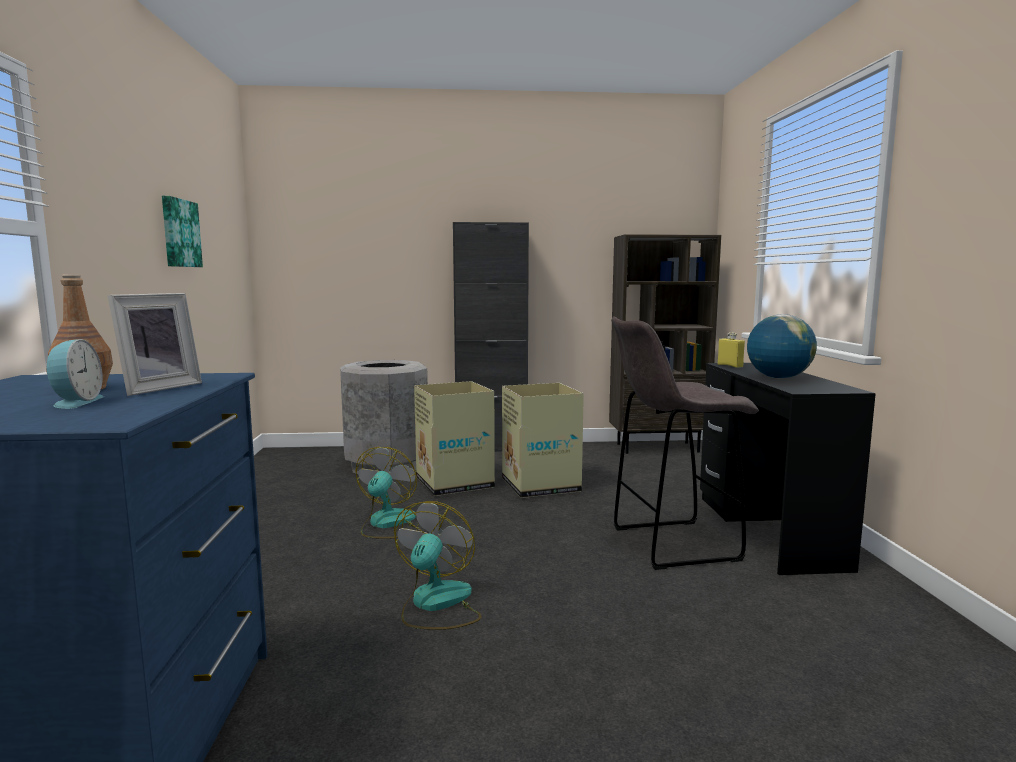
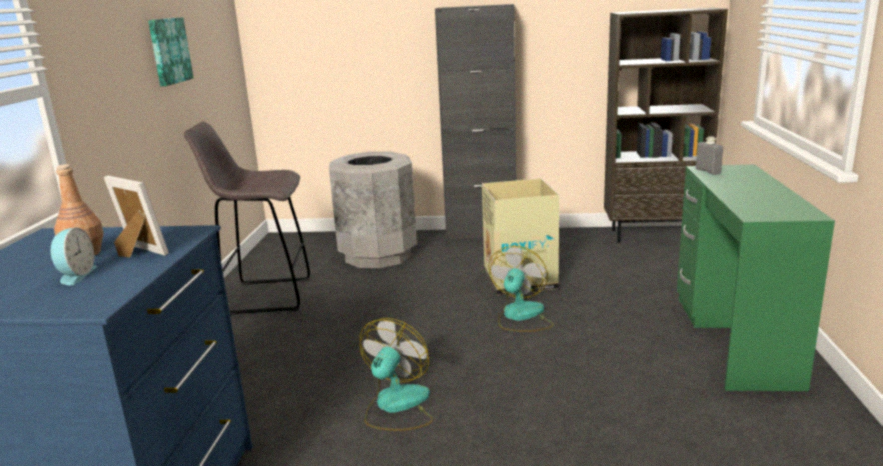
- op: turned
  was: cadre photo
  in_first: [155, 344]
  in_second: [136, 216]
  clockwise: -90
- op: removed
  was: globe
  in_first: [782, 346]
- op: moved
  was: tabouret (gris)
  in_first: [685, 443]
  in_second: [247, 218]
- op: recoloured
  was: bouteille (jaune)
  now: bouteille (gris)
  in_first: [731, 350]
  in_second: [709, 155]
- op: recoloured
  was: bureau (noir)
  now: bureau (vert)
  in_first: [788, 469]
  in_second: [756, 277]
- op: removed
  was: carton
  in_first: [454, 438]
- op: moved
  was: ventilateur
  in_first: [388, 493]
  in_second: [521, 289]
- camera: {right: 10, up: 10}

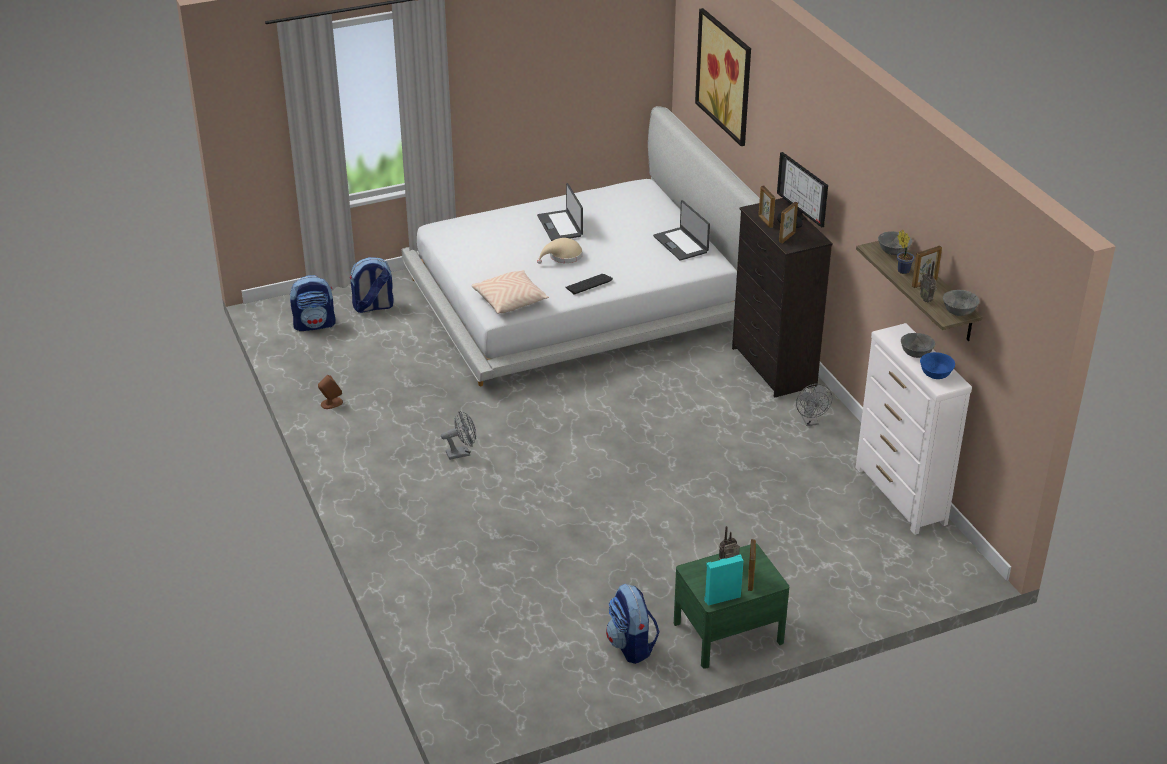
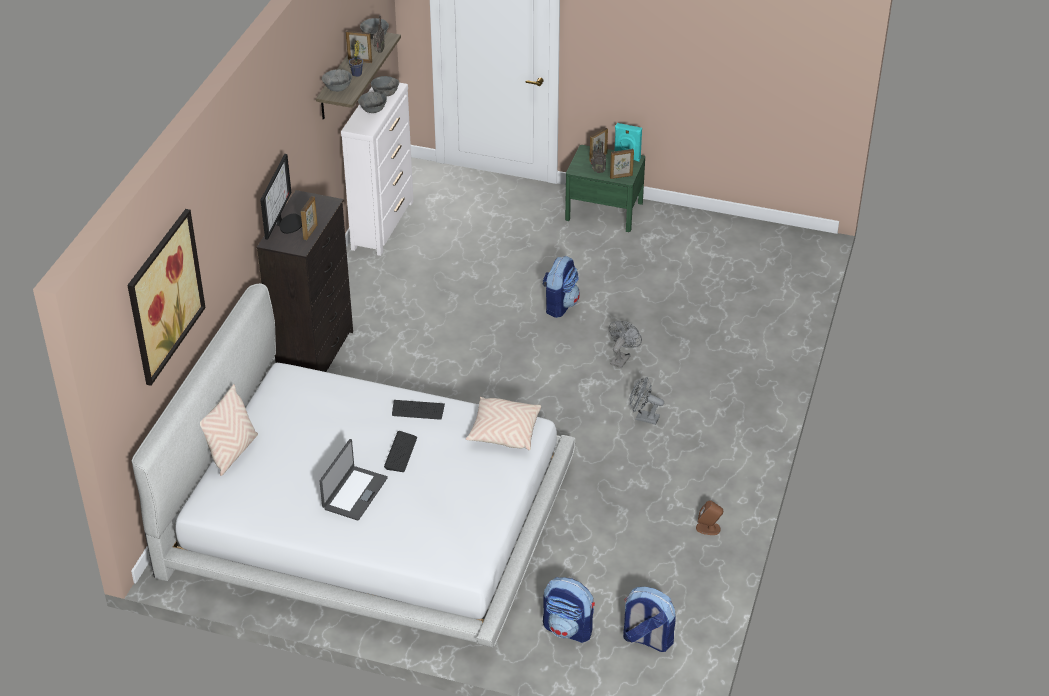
- op: removed
  was: ordinateur portable
  in_first: [681, 230]
- op: moved
  was: cadre photo
  in_first: [788, 222]
  in_second: [622, 164]
- op: replaced
  was: chapeau (beige)
  now: clavier
  in_first: [560, 251]
  in_second: [400, 451]
- op: recoloured
  was: bol (bleu)
  now: bol (gris)
  in_first: [937, 365]
  in_second: [385, 86]
- op: moved
  was: ventilateur (gris)
  in_first: [814, 405]
  in_second: [625, 344]
- op: moved
  was: sac à dos
  in_first: [632, 623]
  in_second: [561, 287]
- op: added
  now: coussin (beige)
  in_second: [229, 430]
- camera: {right: -140, up: 5}

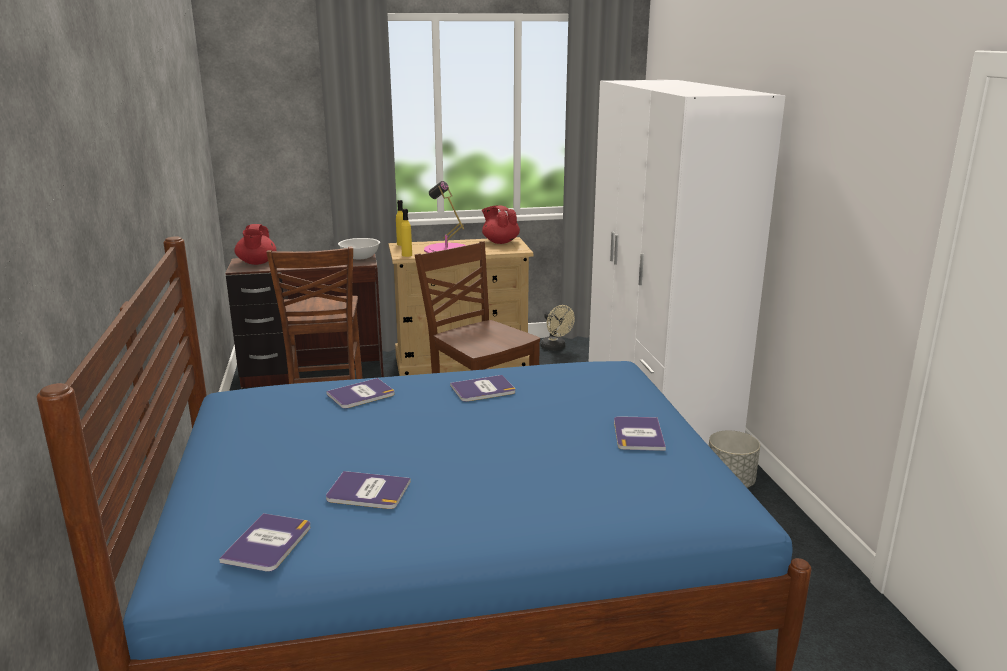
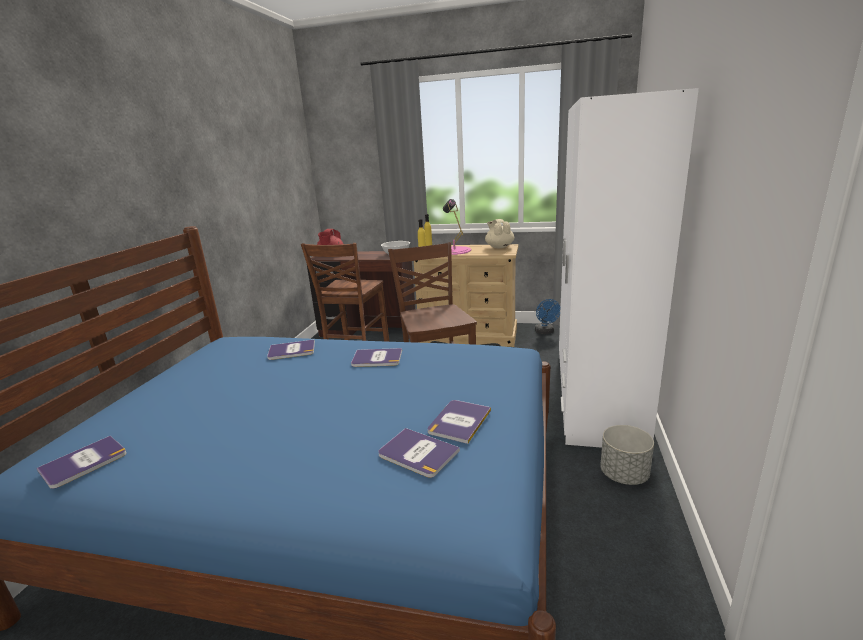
- op: recoloured
  was: théière (rouge)
  now: théière (beige)
  in_first: [501, 225]
  in_second: [499, 233]
- op: recoloured
  was: ventilateur (beige)
  now: ventilateur (bleu)
  in_first: [558, 328]
  in_second: [547, 316]
- op: moved
  was: livre
  in_first: [368, 490]
  in_second: [419, 453]
- camera: {right: 25, up: 0}

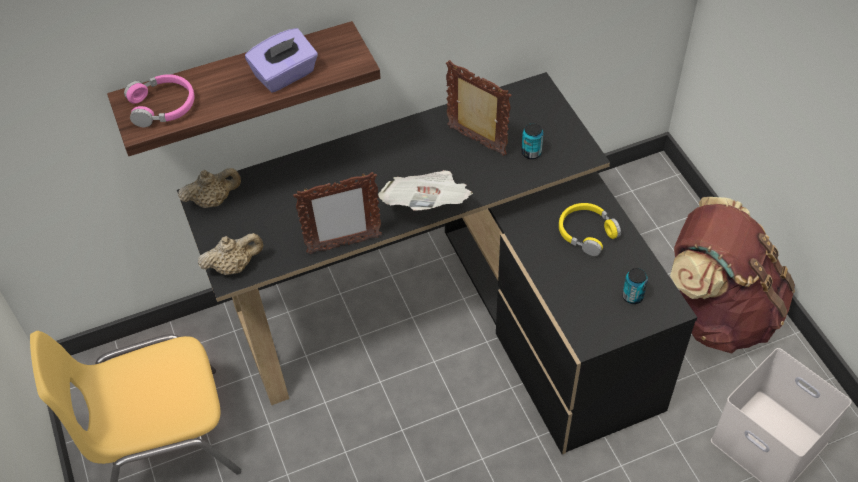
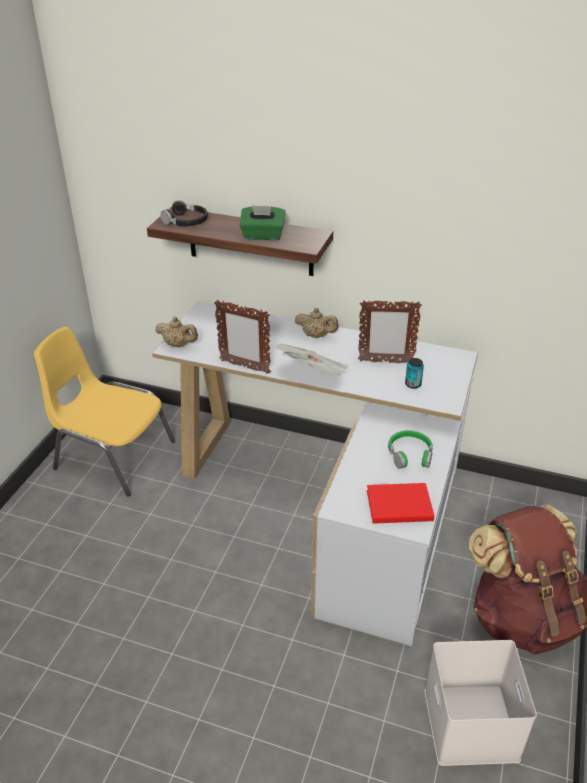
- op: recoloured
  was: boîte à mouchoirs (violet)
  now: boîte à mouchoirs (vert)
  in_first: [281, 60]
  in_second: [263, 222]
- op: turned
  was: cadre photo
  in_first: [479, 108]
  in_second: [390, 331]
  clockwise: 105
- op: recoloured
  was: bureau (noir)
  now: bureau (blanc)
  in_first: [437, 263]
  in_second: [315, 473]
- op: recoloured
  was: casque audio (rose)
  now: casque audio (noir)
  in_first: [159, 100]
  in_second: [184, 213]
- op: moved
  was: théière (beige)
  in_first: [209, 188]
  in_second: [317, 323]
- op: recoloured
  was: casque audio (jaune)
  now: casque audio (vert)
  in_first: [590, 229]
  in_second: [410, 450]
- op: replaced
  was: boîte métallique
  now: livre (rouge)
  in_first: [635, 286]
  in_second: [401, 503]
- camera: {right: 40, up: -15}

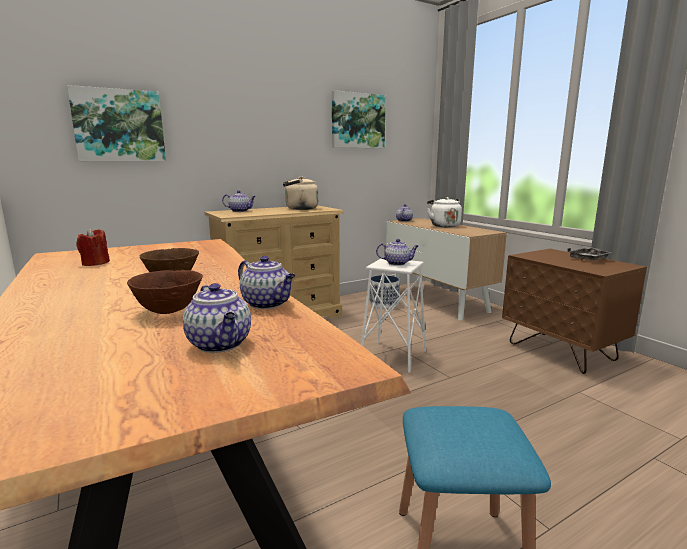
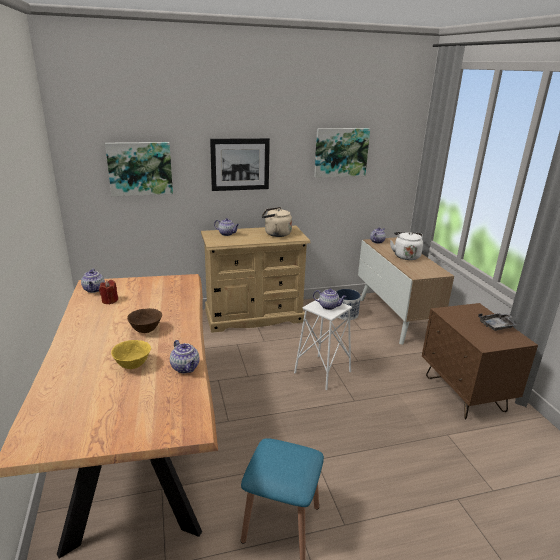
- op: recoloured
  was: bol (marron)
  now: bol (jaune)
  in_first: [165, 292]
  in_second: [131, 354]
- op: moved
  was: théière
  in_first: [217, 318]
  in_second: [93, 281]
- op: added
  now: tableau
  in_second: [240, 164]
- camera: {right: 15, up: 10}

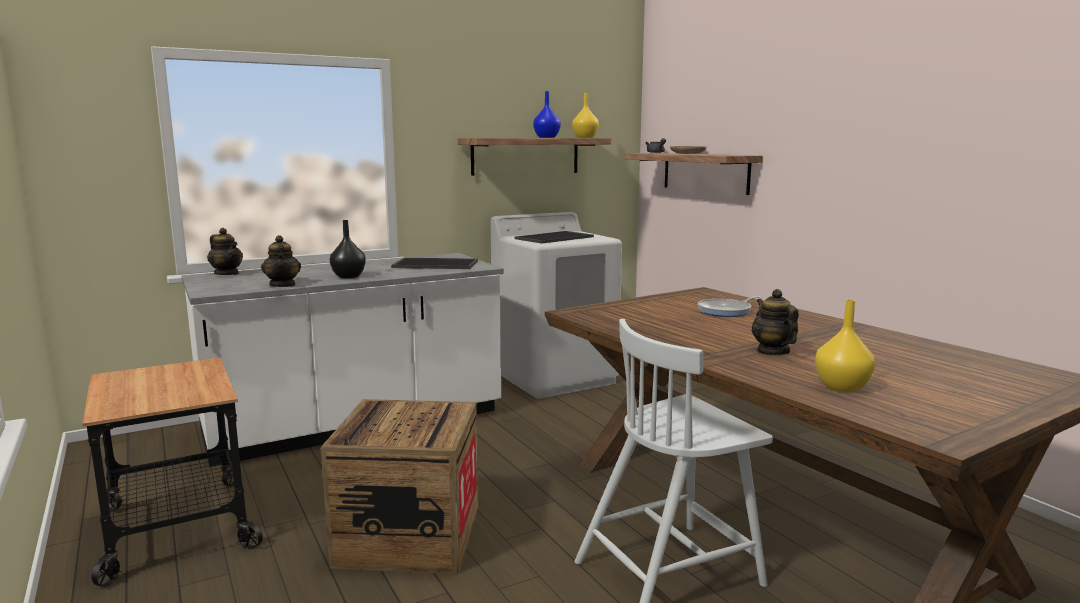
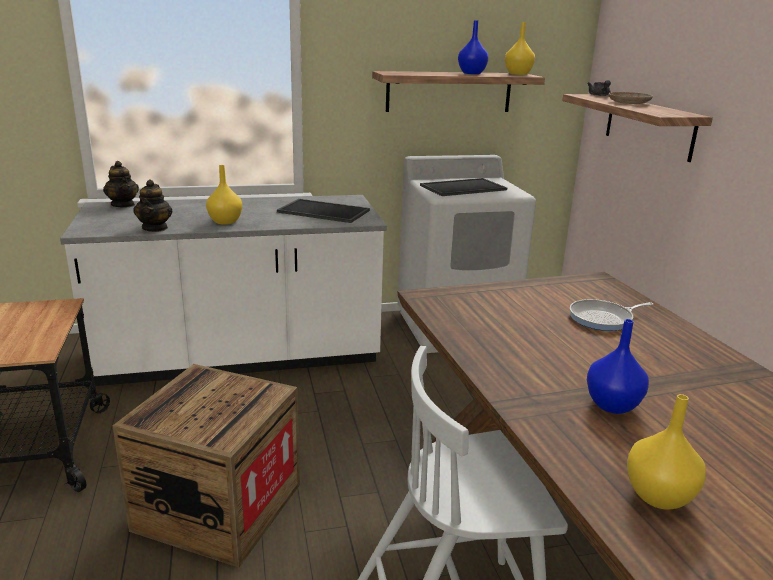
- op: recoloured
  was: vase (noir)
  now: vase (jaune)
  in_first: [348, 249]
  in_second: [224, 195]
- op: replaced
  was: théière
  now: vase (bleu)
  in_first: [775, 322]
  in_second: [618, 366]
- camera: {right: 15, up: 10}

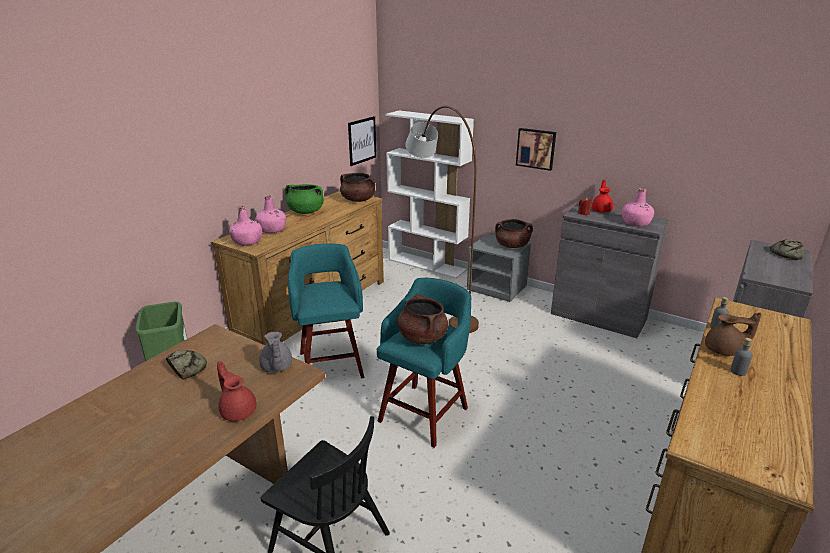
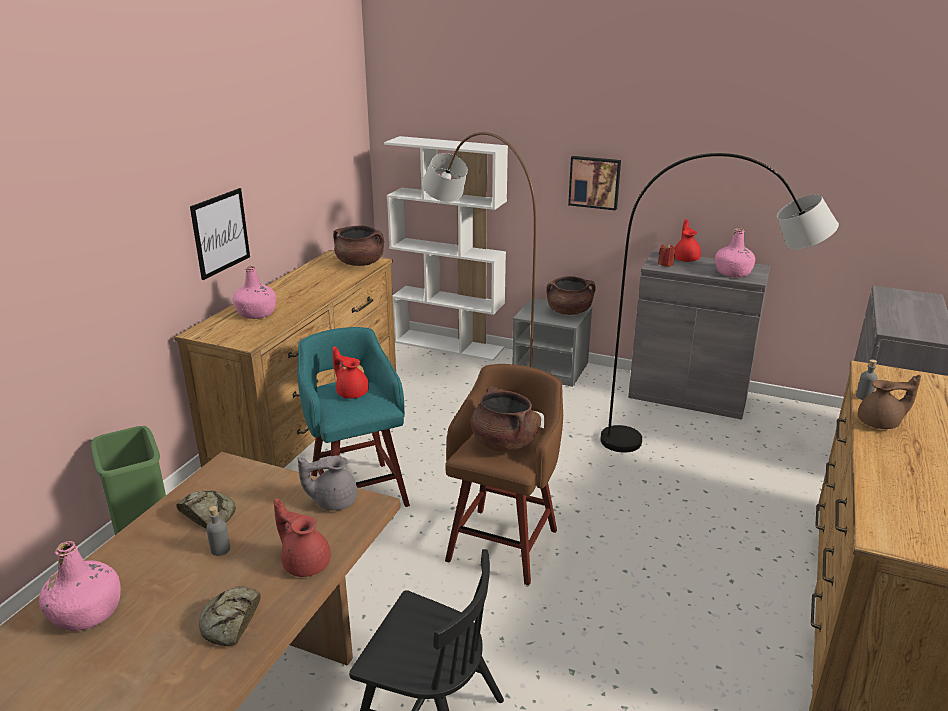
- op: moved
  was: tableau
  in_first: [362, 141]
  in_second: [220, 234]
- op: removed
  was: marmite (vert)
  in_first: [304, 199]
- op: moved
  was: bouteille (rose)
  in_first: [245, 225]
  in_second: [80, 586]
- op: moved
  was: pain
  in_first: [787, 249]
  in_second: [230, 616]
- op: recoloured
  was: tabouret (turquoise)
  now: tabouret (marron)
  in_first: [424, 363]
  in_second: [504, 475]
- op: turned
  was: théière (gris)
  in_first: [275, 352]
  in_second: [328, 482]
  clockwise: 105
- op: moved
  was: bouteille (gris)
  in_first: [741, 357]
  in_second: [218, 531]
- op: added
  now: lampadaire (gris)
  in_second: [719, 303]
- op: added
  now: théière (rouge)
  in_second: [350, 372]
- camera: {right: -10, up: 0}

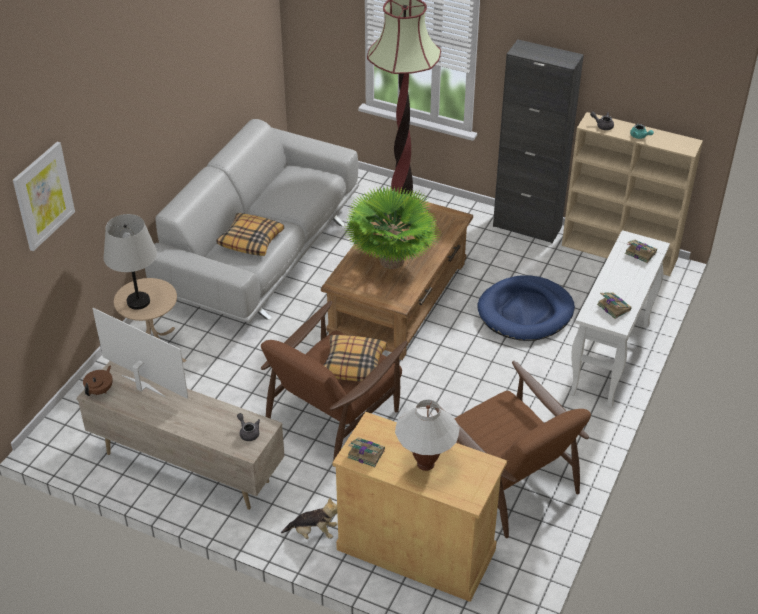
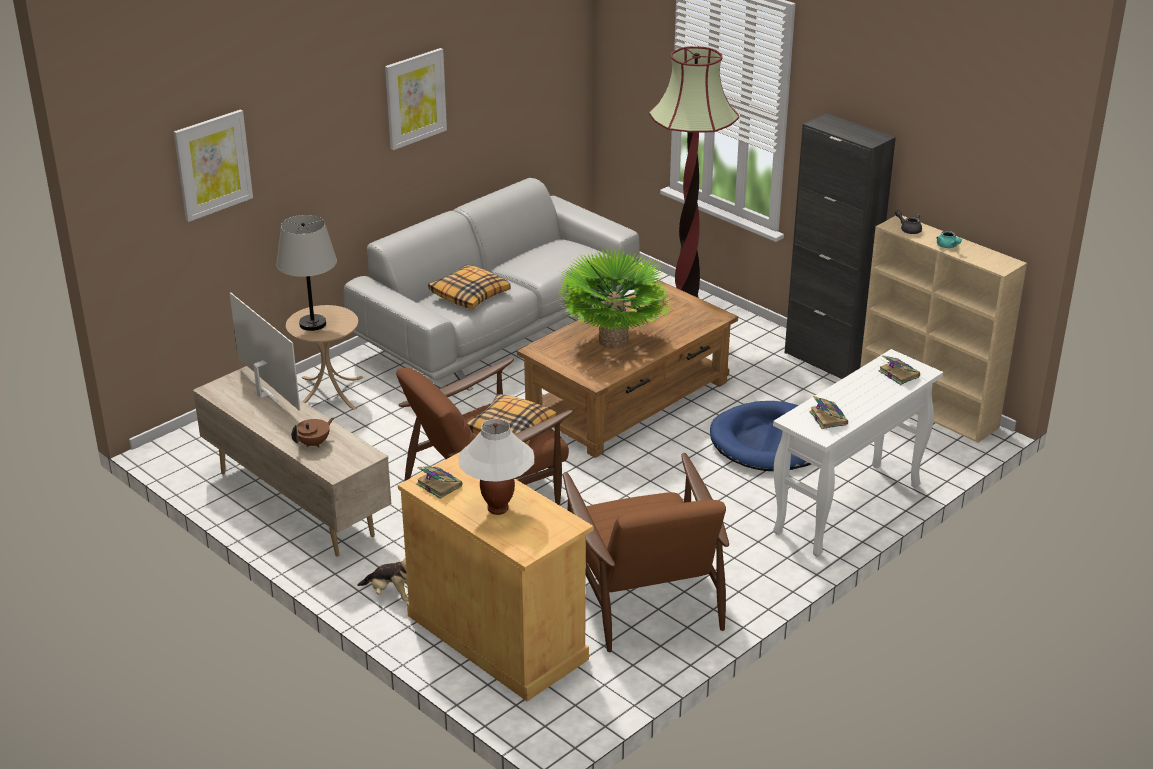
- op: moved
  was: théière (marron)
  in_first: [98, 380]
  in_second: [313, 432]
- op: removed
  was: théière (gris)
  in_first: [248, 427]
- op: added
  now: tableau
  in_second: [416, 99]
- camera: {right: 20, up: -10}

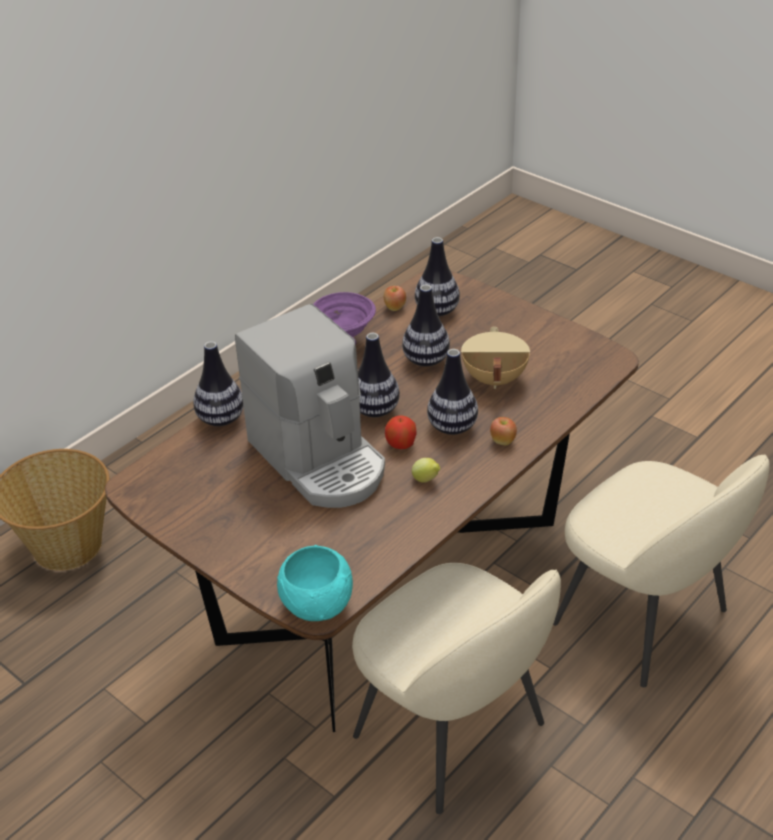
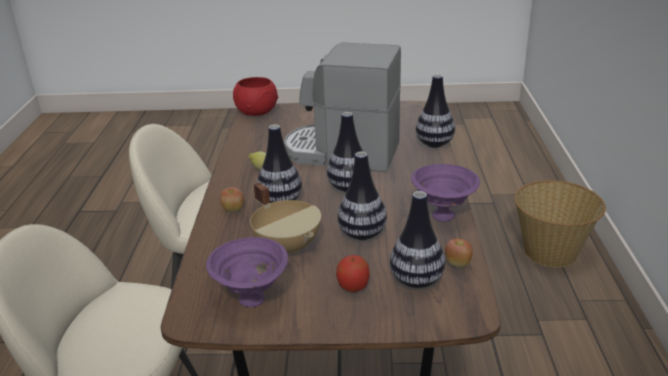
- op: moved
  was: pomme
  in_first: [401, 432]
  in_second: [353, 273]
- op: recoloured
  was: bol (turquoise)
  now: bol (rouge)
  in_first: [315, 583]
  in_second: [255, 96]
- op: added
  now: bol (violet)
  in_second: [247, 272]
- camera: {right: 140, up: -10}

